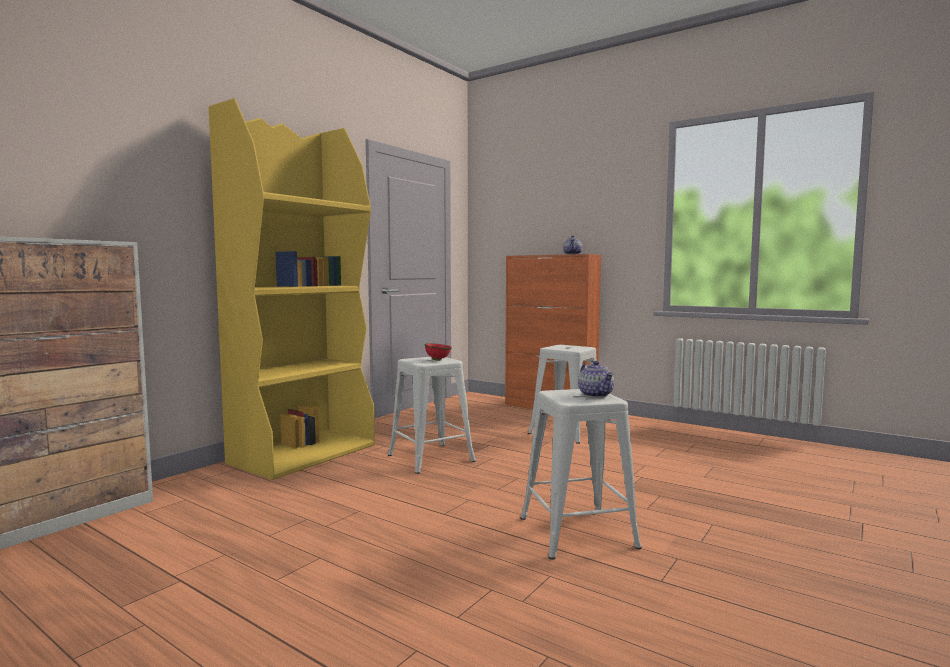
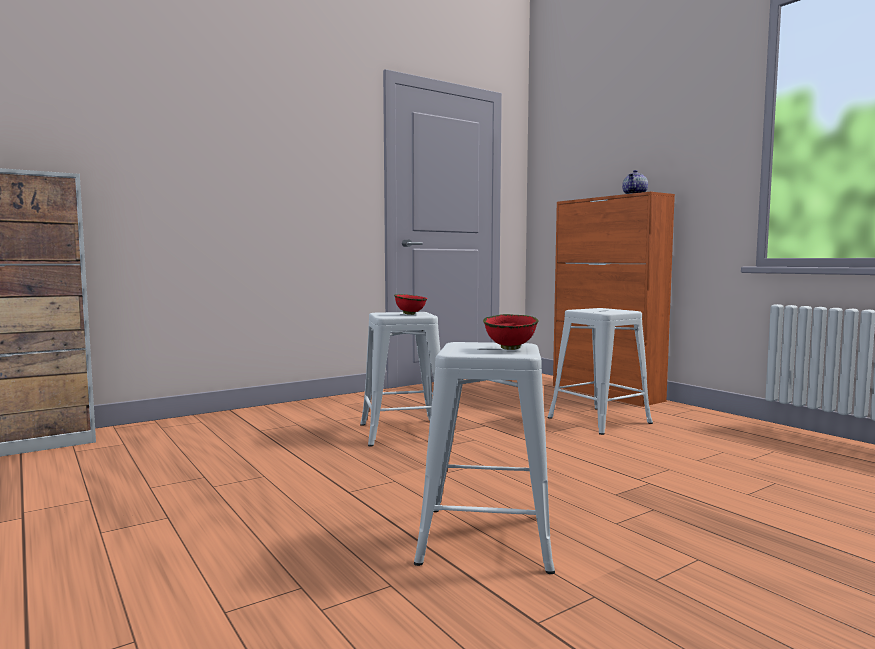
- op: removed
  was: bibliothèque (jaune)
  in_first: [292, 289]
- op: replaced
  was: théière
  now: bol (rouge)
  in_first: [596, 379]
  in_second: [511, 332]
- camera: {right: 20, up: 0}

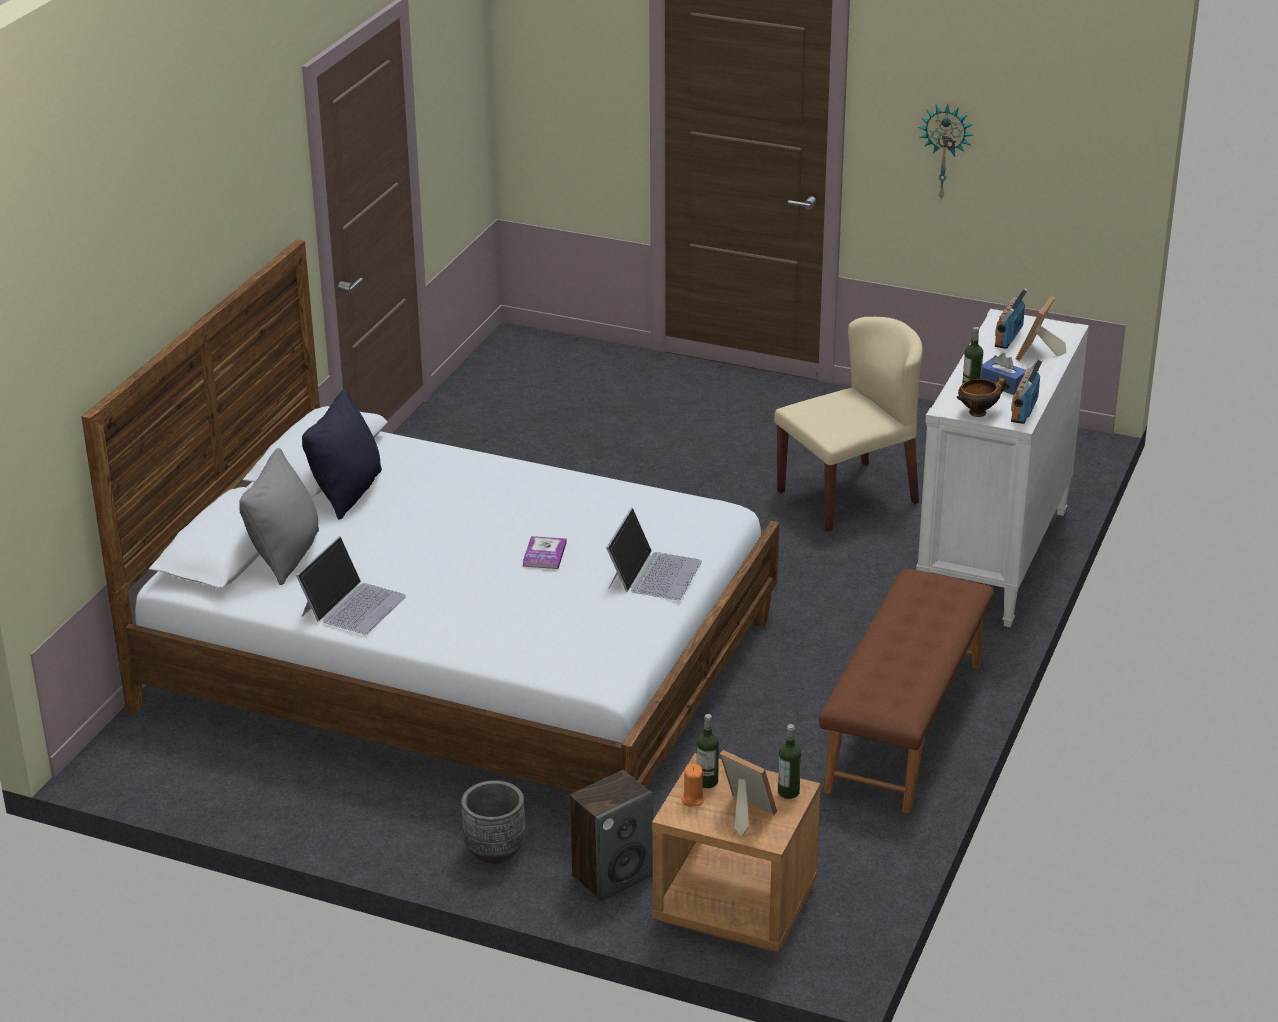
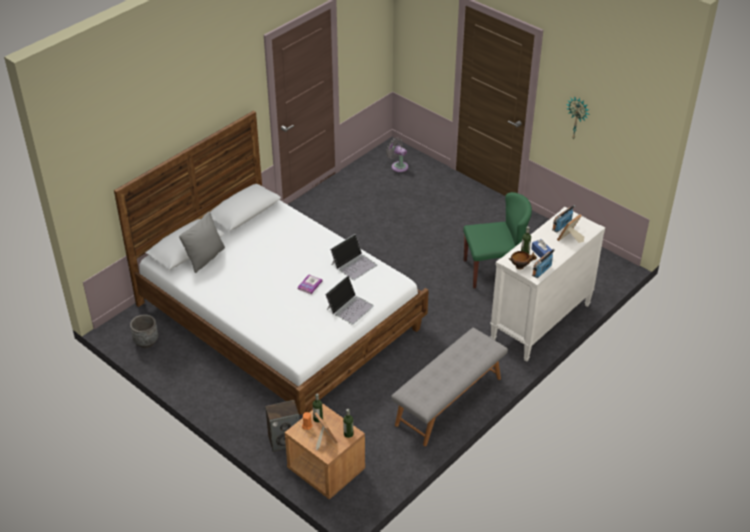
- op: recoloured
  was: chaise (beige)
  now: chaise (vert)
  in_first: [848, 424]
  in_second: [497, 240]
- op: removed
  was: coussin (noir)
  in_first: [342, 454]
- op: moved
  was: ordinateur portable
  in_first: [351, 585]
  in_second: [353, 257]
- op: recoloured
  was: banc (marron)
  now: banc (gris)
  in_first: [906, 691]
  in_second: [449, 387]
- op: moved
  was: cache-pot (gris)
  in_first: [493, 822]
  in_second: [144, 331]
- op: added
  now: ventilateur (gris)
  in_second: [397, 154]
- camera: {right: 20, up: 10}

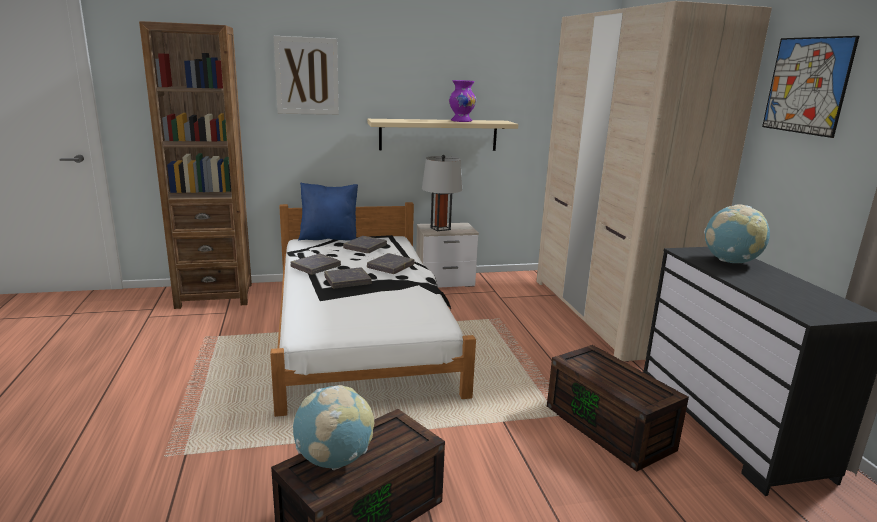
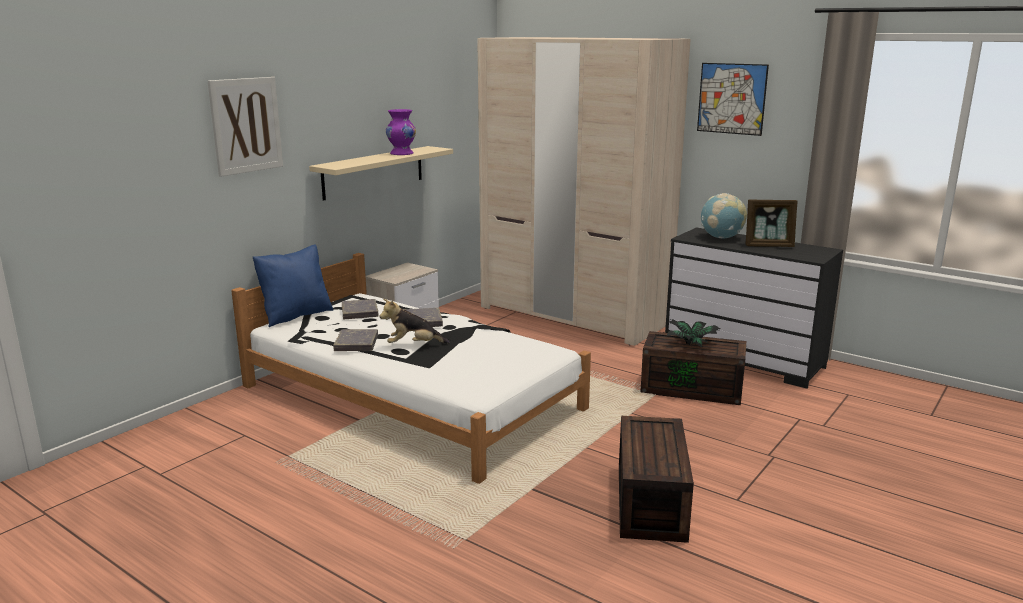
- op: removed
  was: bibliothèque (marron)
  in_first: [195, 165]
- op: removed
  was: lampe de table (gris)
  in_first: [442, 193]
- op: replaced
  was: livre (gris)
  now: peluche
  in_first: [348, 277]
  in_second: [415, 321]
- op: removed
  was: globe
  in_first: [333, 427]
- op: added
  now: cadre photo
  in_second: [771, 223]
- op: added
  now: plante en pot
  in_second: [693, 333]
- camera: {right: -40, up: 0}

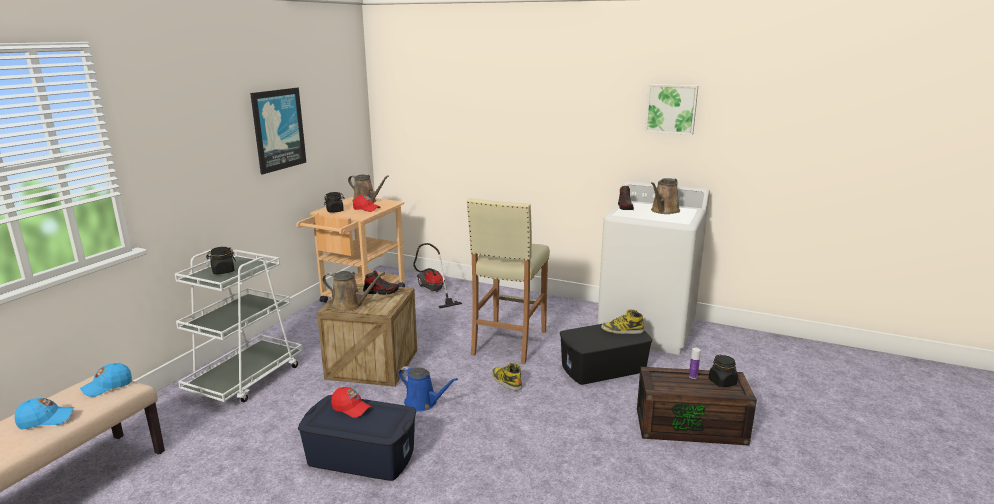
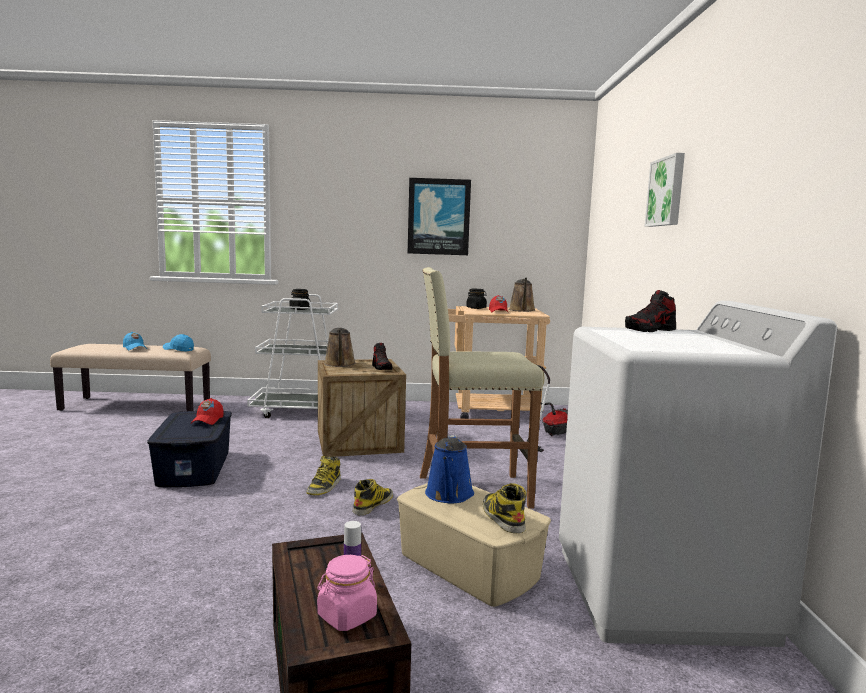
- op: moved
  was: tableau
  in_first: [671, 109]
  in_second: [665, 190]
- op: removed
  was: arrosoir (marron)
  in_first: [665, 196]
- op: recoloured
  was: boîte de rangement (noir)
  now: boîte de rangement (beige)
  in_first: [606, 354]
  in_second: [474, 545]
- op: recoloured
  was: bocal (noir)
  now: bocal (rose)
  in_first: [723, 370]
  in_second: [347, 593]
- op: moved
  was: arrosoir (bleu)
  in_first: [428, 389]
  in_second: [449, 469]
- op: added
  now: botte
  in_second: [323, 475]
- camera: {right: 65, up: -10}

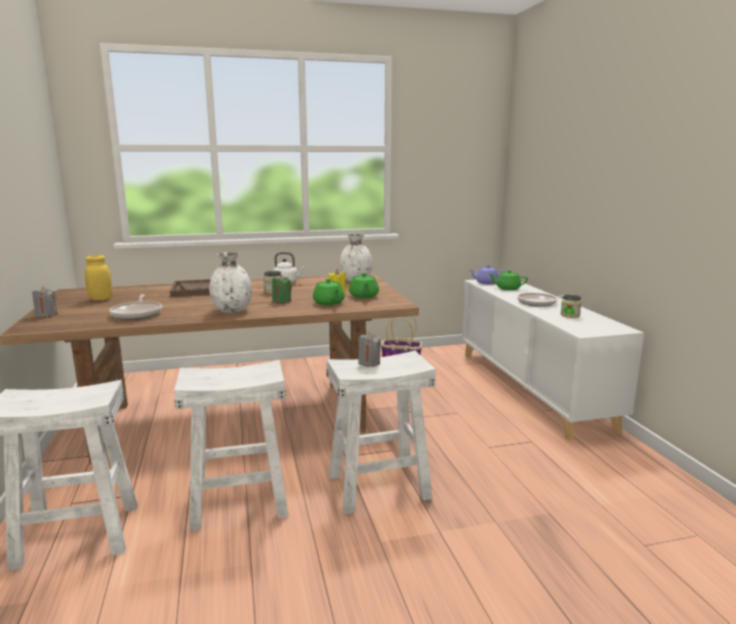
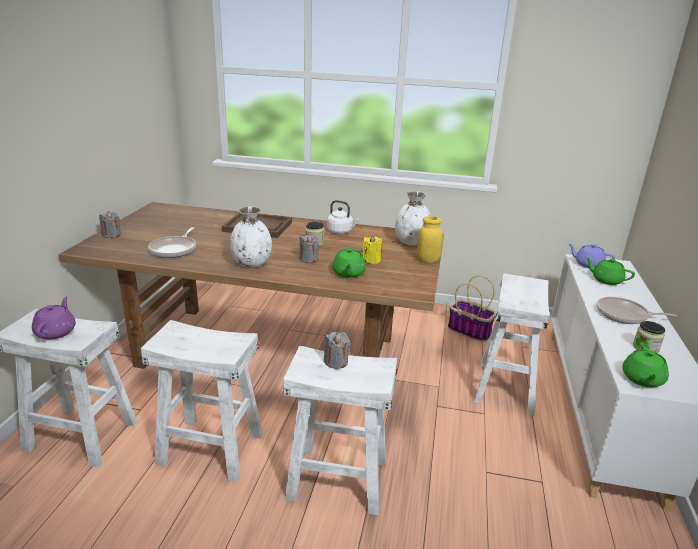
- op: moved
  was: bocal (jaune)
  in_first: [98, 278]
  in_second: [430, 239]
- op: moved
  was: théière (vert)
  in_first: [364, 285]
  in_second: [645, 366]
- op: recoloured
  was: bougie (vert)
  now: bougie (gris)
  in_first: [282, 289]
  in_second: [309, 248]
- op: added
  now: tabouret (blanc)
  in_second: [511, 344]
- op: added
  now: théière (violet)
  in_second: [54, 318]
- camera: {right: 25, up: 10}

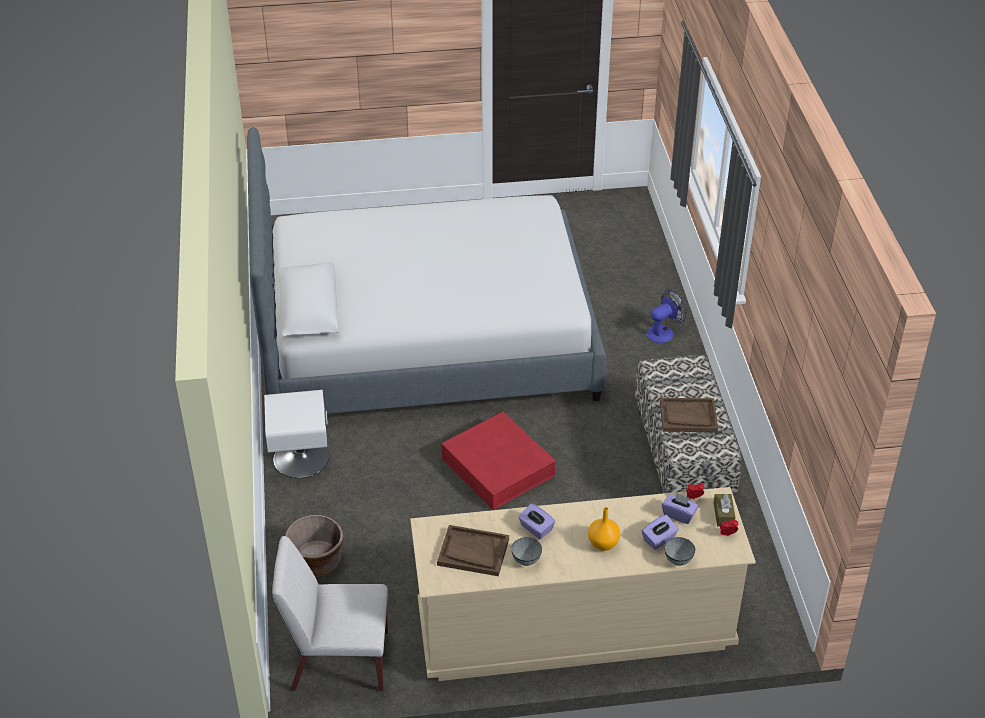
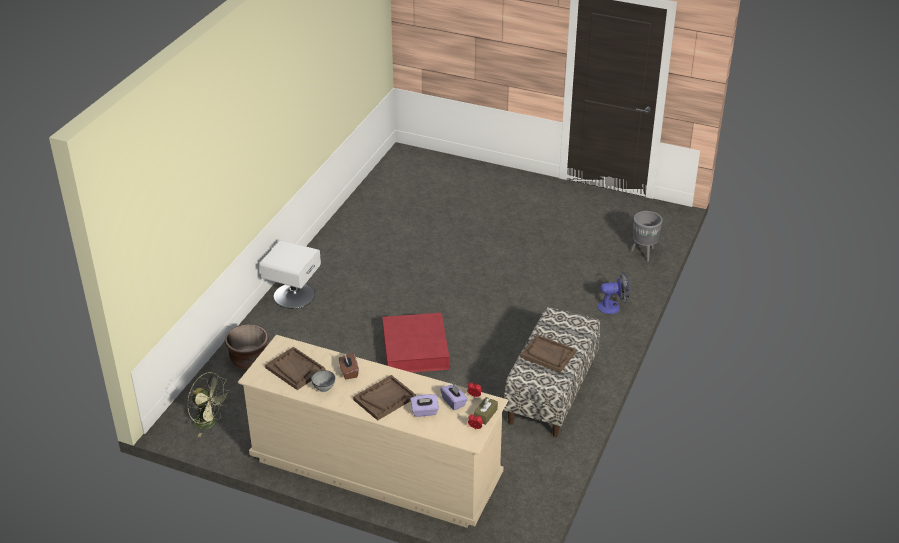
- op: removed
  was: lit
  in_first: [426, 270]
- op: recoloured
  was: boîte à mouchoirs (violet)
  now: boîte à mouchoirs (marron)
  in_first: [536, 521]
  in_second: [349, 366]
- op: replaced
  was: vase (orange)
  now: plateau (marron)
  in_first: [604, 529]
  in_second: [384, 398]
- op: replaced
  was: chaise (blanc)
  now: ventilateur (vert)
  in_first: [330, 613]
  in_second: [209, 404]
- op: removed
  was: bol (gris)
  in_first: [679, 551]
- op: added
  now: cache-pot (gris)
  in_second: [647, 236]
- camera: {right: 30, up: -5}

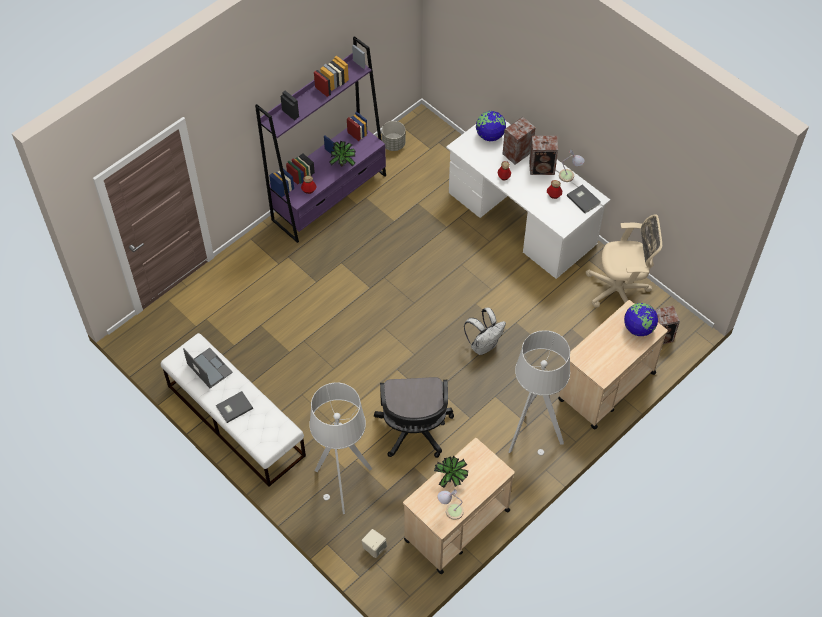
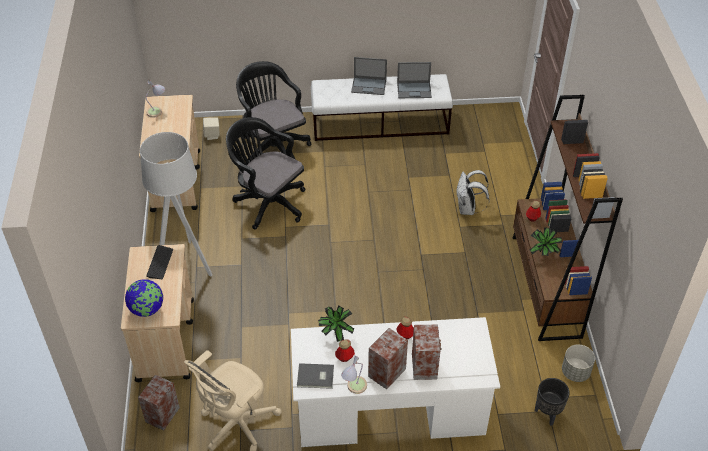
- op: recoloured
  was: bibliothèque (violet)
  now: bibliothèque (marron)
  in_first: [320, 139]
  in_second: [568, 218]
- op: removed
  was: globe
  in_first: [491, 126]
- op: moved
  was: sac à dos (blanc)
  in_first: [485, 331]
  in_second: [473, 192]
- op: replaced
  was: lampadaire (gris)
  now: chaise de bureau (noir)
  in_first: [340, 448]
  in_second: [273, 111]
- op: replaced
  was: livre (gris)
  now: ordinateur portable
  in_first: [234, 407]
  in_second: [369, 76]
- op: moved
  was: plante en pot
  in_first: [451, 471]
  in_second: [336, 323]
- op: added
  now: clavier
  in_second: [159, 262]
- op: added
  now: cache-pot (noir)
  in_second: [552, 402]
- camera: {right: 130, up: -10}

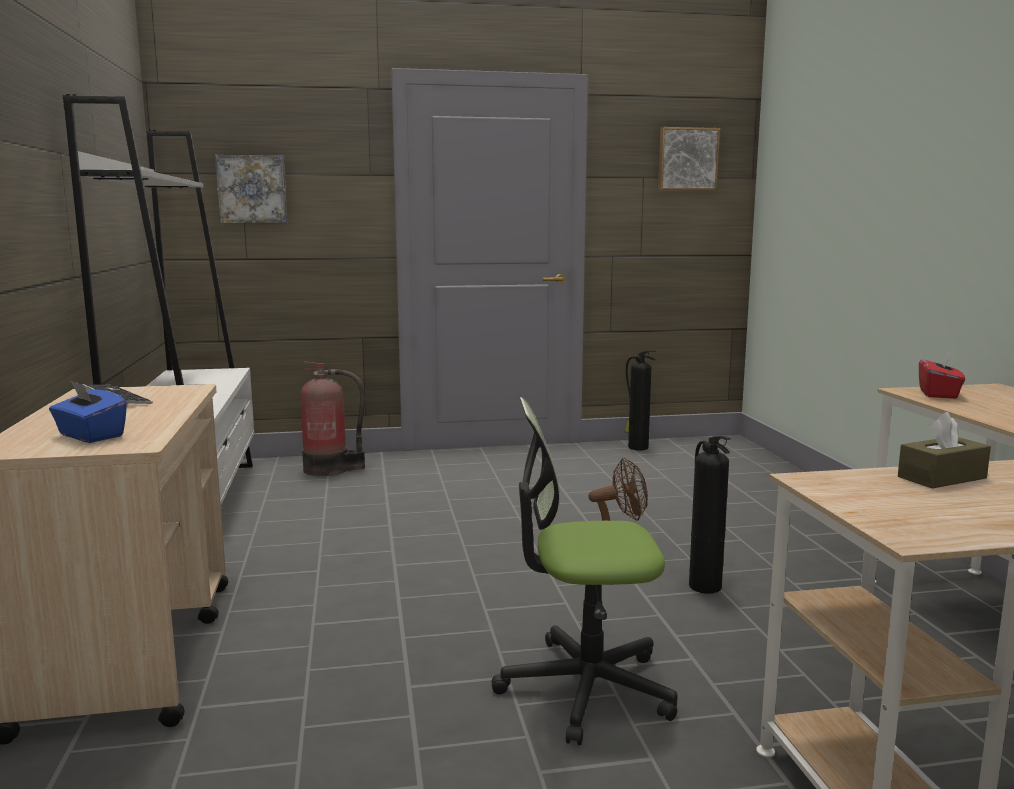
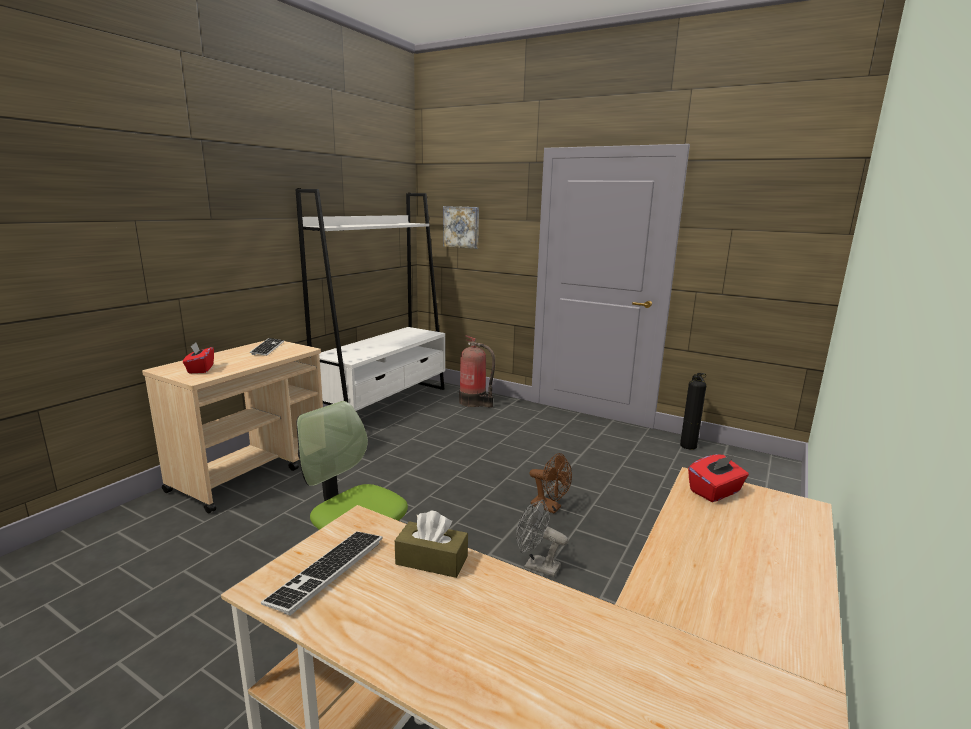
- op: removed
  was: tableau
  in_first: [689, 159]
- op: recoloured
  was: boîte à mouchoirs (bleu)
  now: boîte à mouchoirs (rouge)
  in_first: [88, 411]
  in_second: [198, 357]
- op: replaced
  was: extincteur
  now: ventilateur (gris)
  in_first: [710, 515]
  in_second: [542, 538]
- op: added
  now: clavier
  in_second: [322, 573]
- camera: {right: 40, up: 5}

